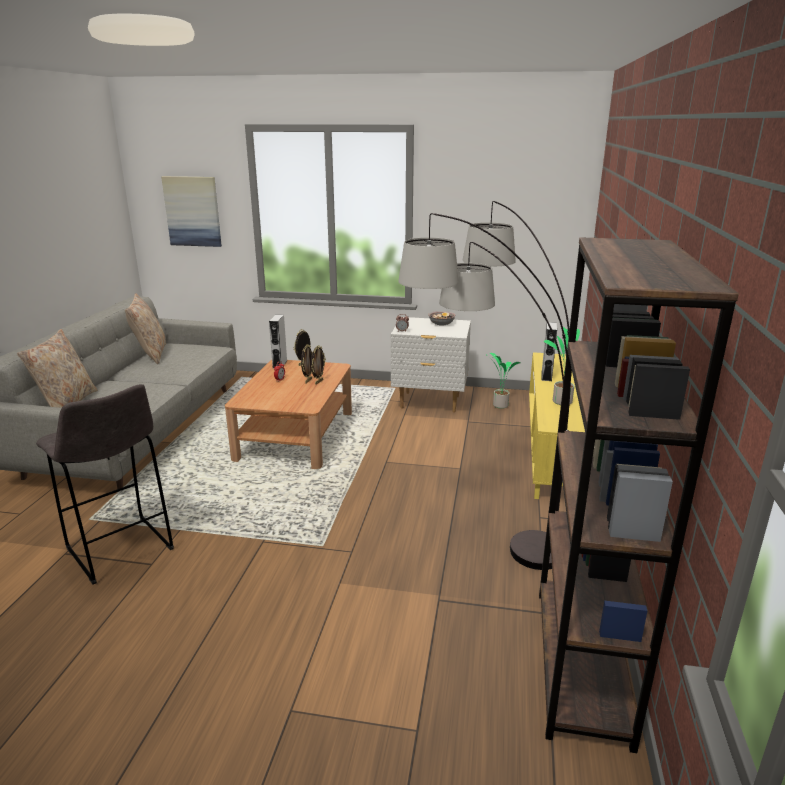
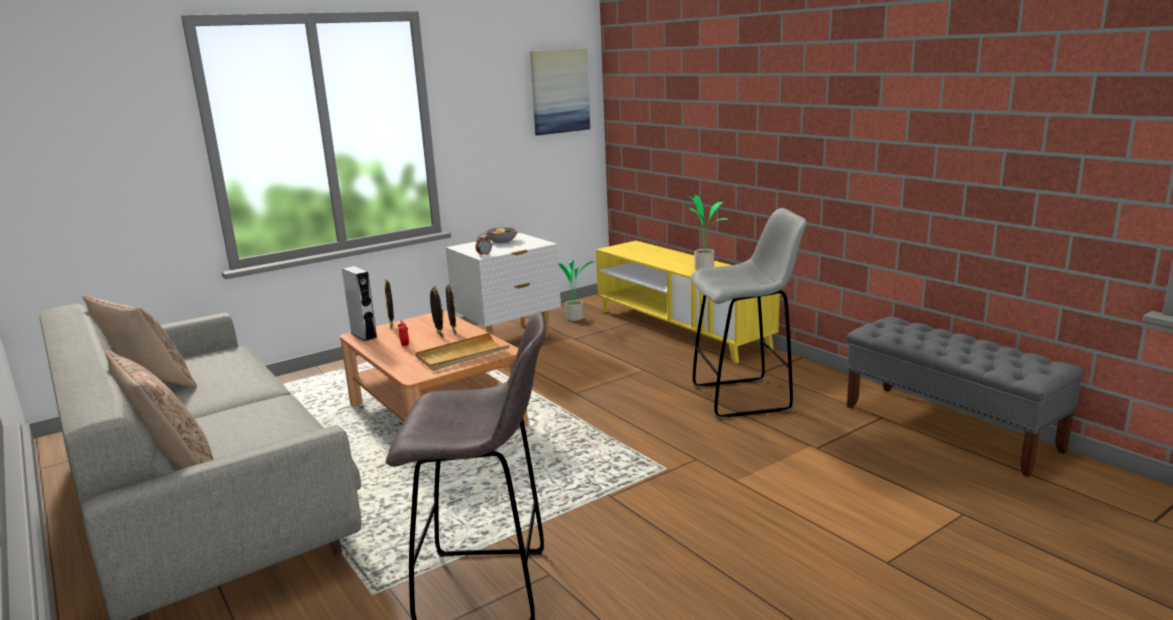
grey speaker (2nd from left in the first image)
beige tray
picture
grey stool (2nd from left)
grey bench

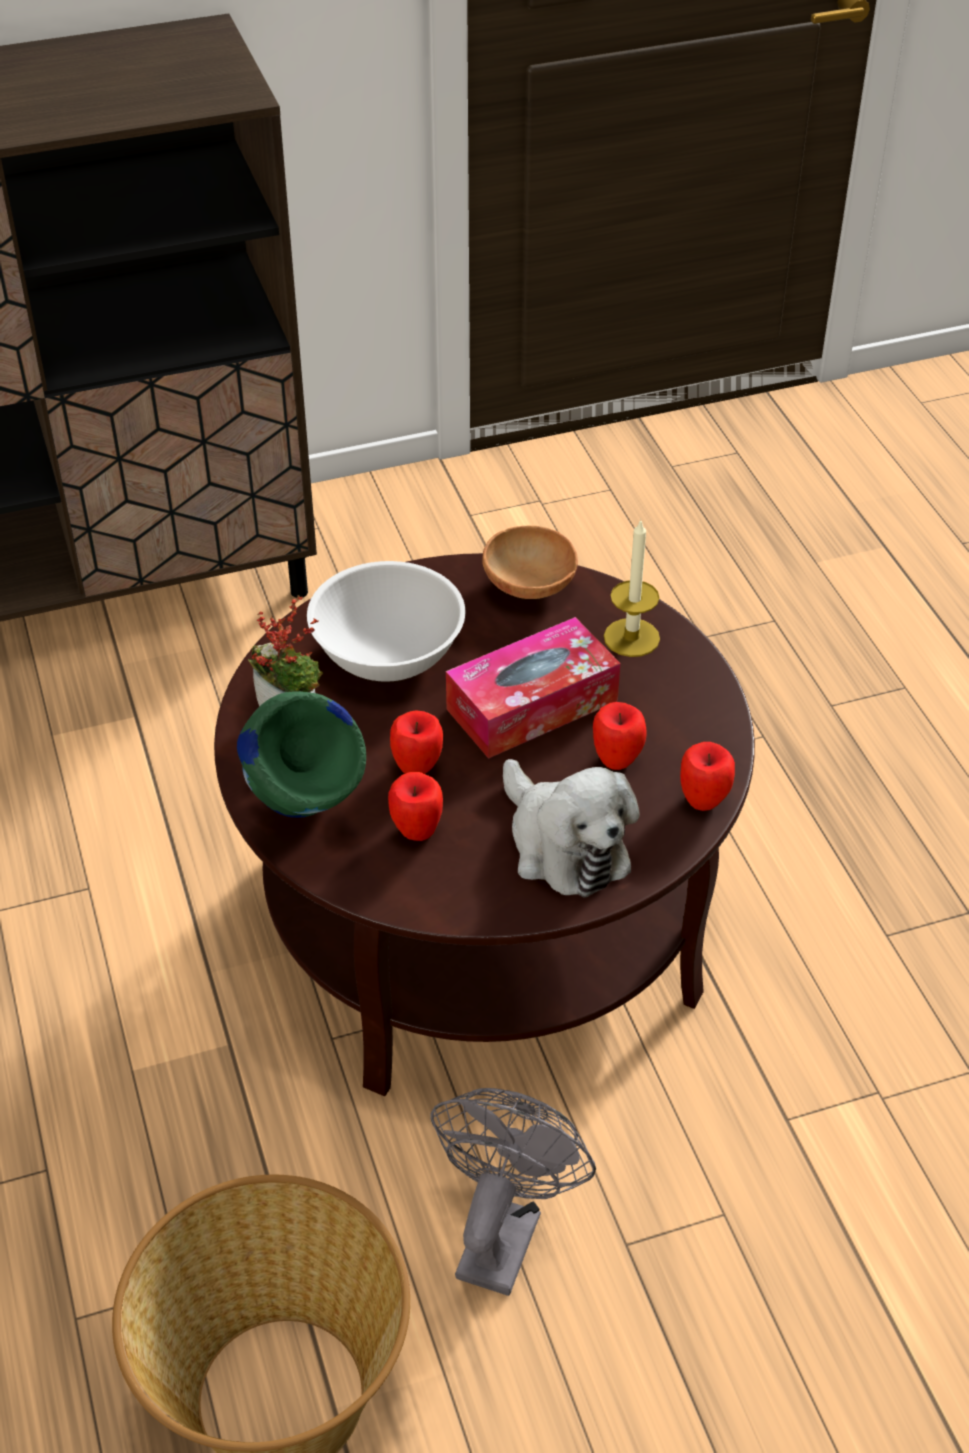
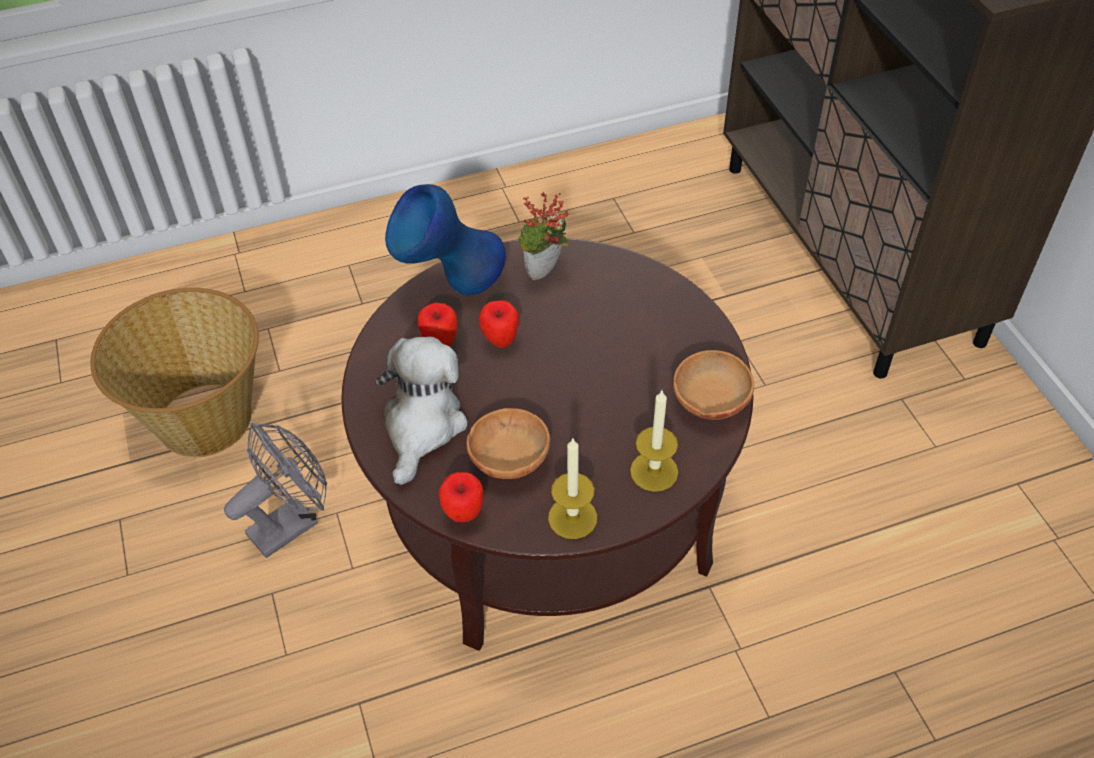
white bowl
tissue box
candle (1st from left)
brown bowl (1st from left)
blue vase
grey fan
plush toy

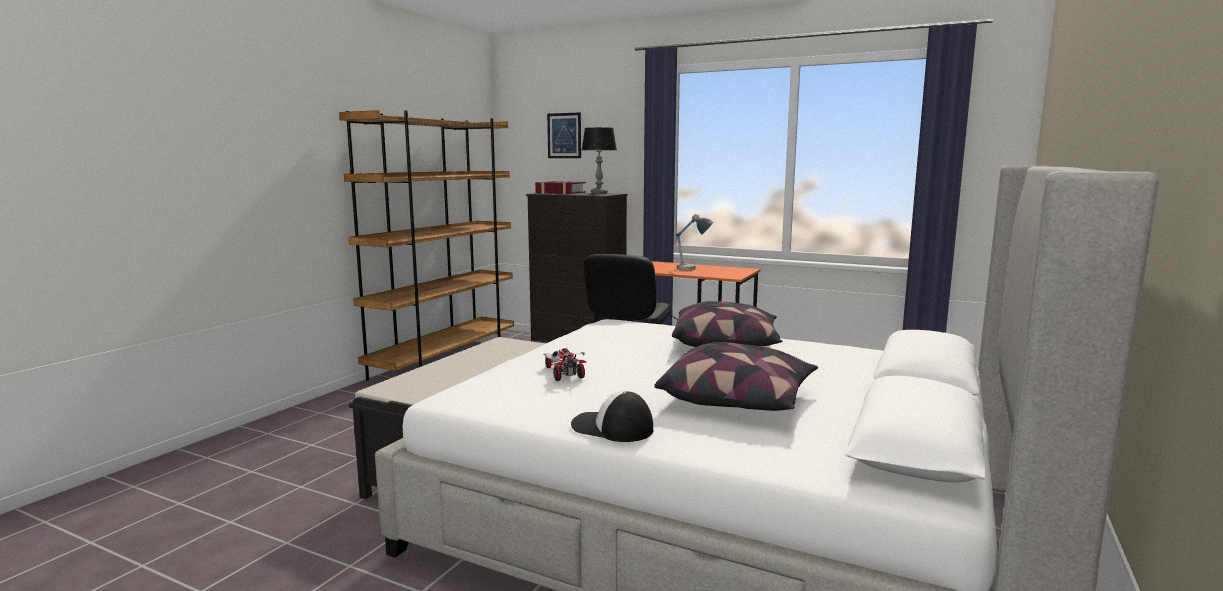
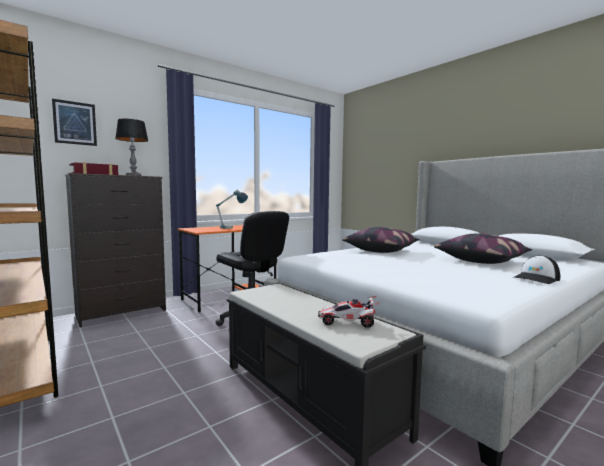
toy car

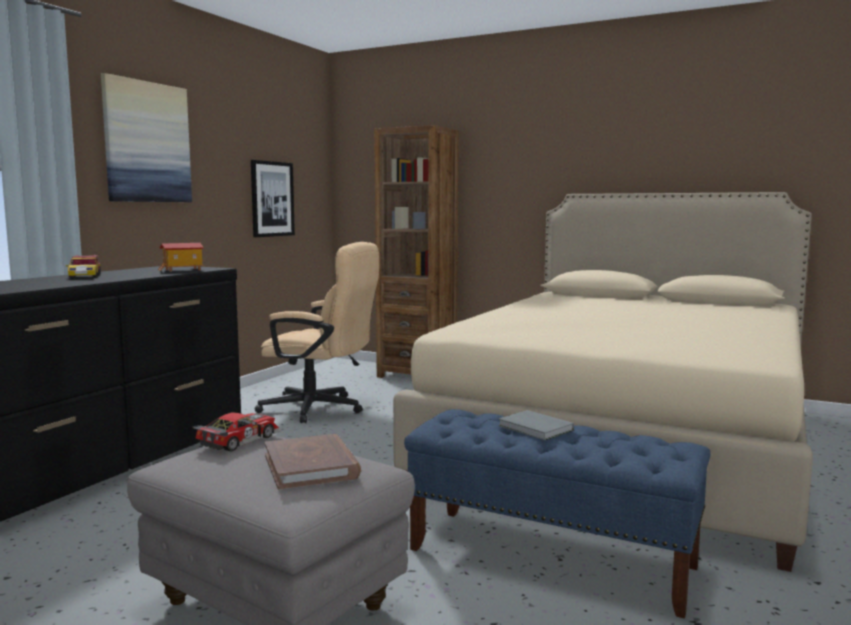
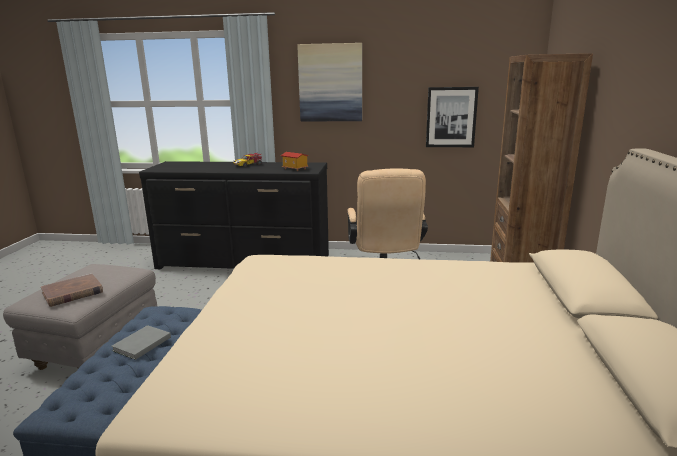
toy car (2nd from left in the first image)

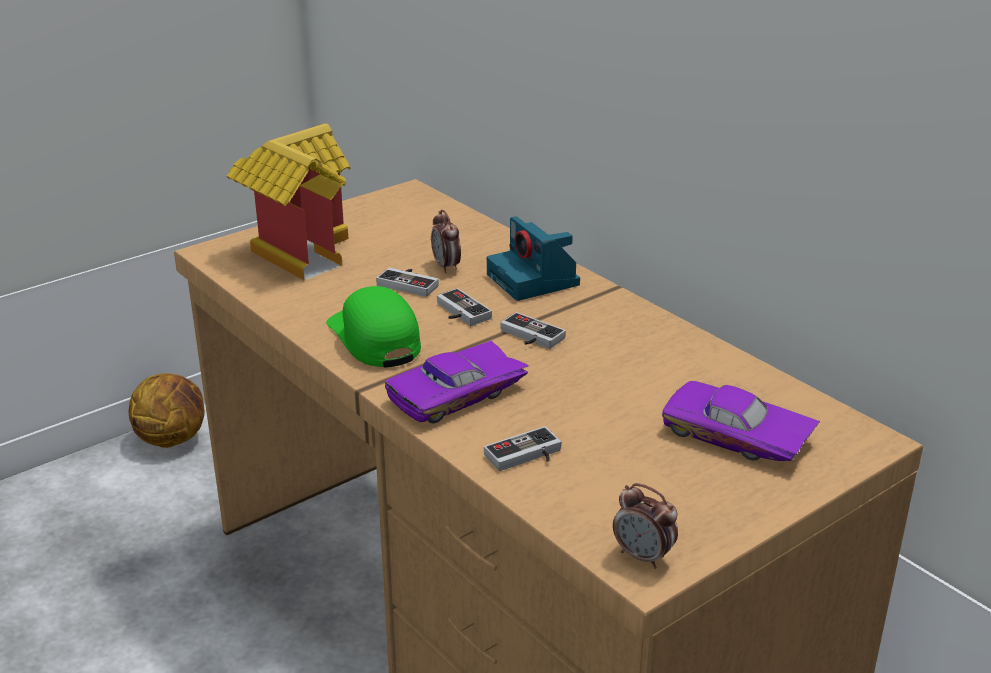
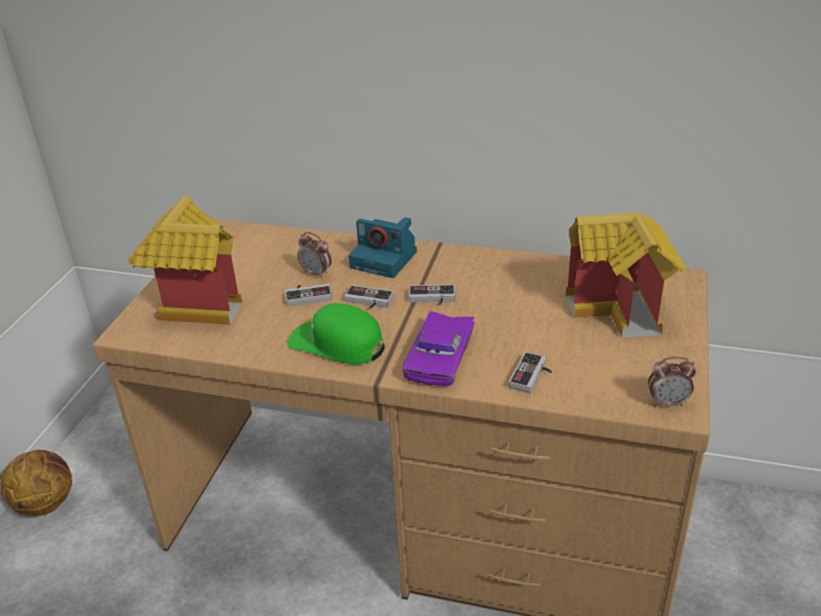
toy house (2nd from left)

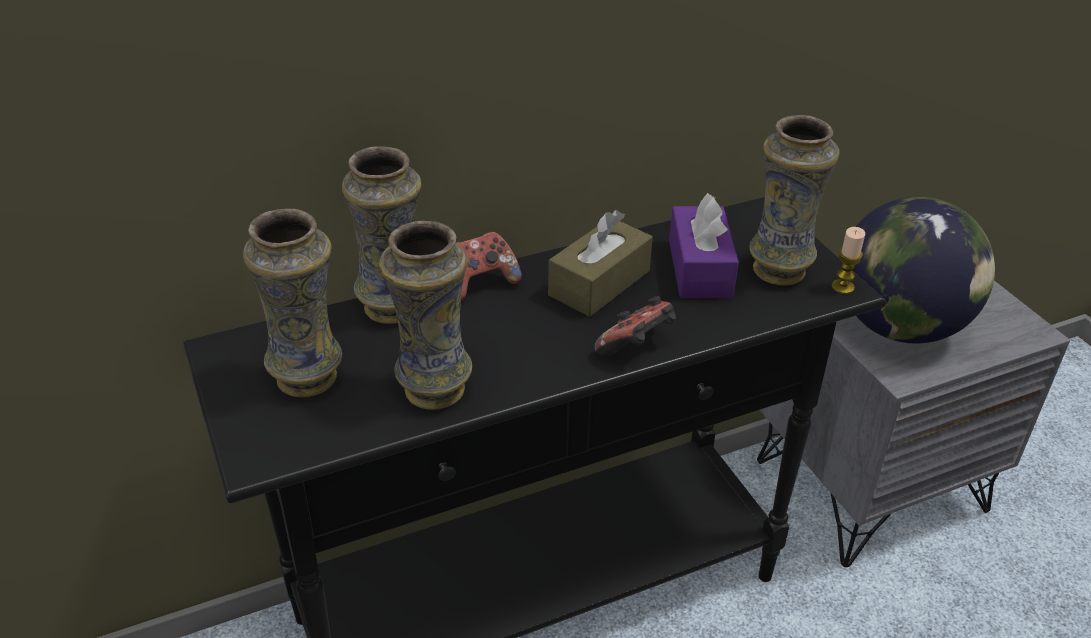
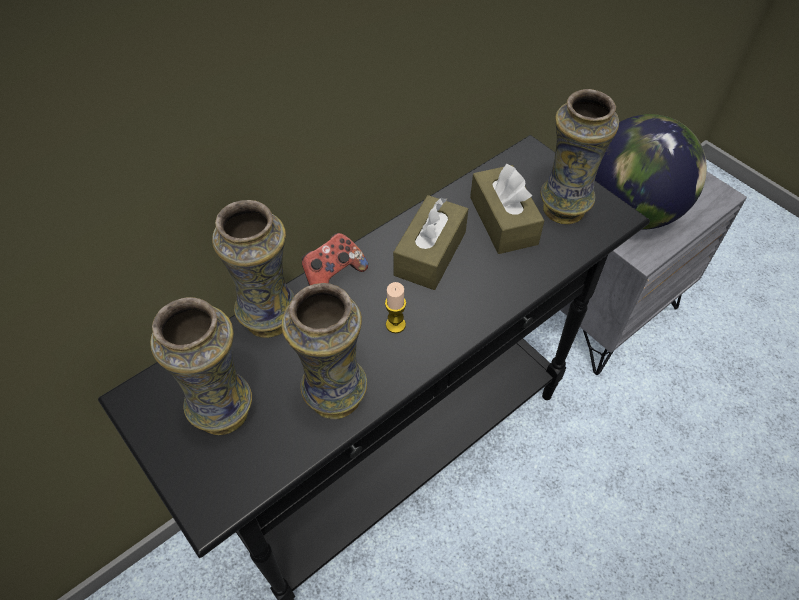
game controller (2nd from left in the first image)
candle
brown tissue box (2nd from left)

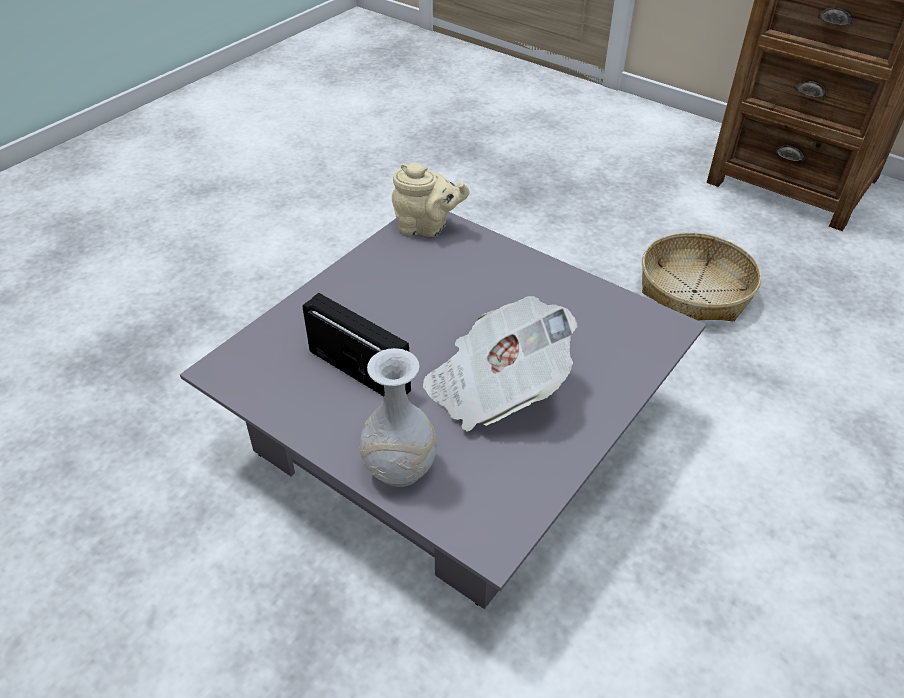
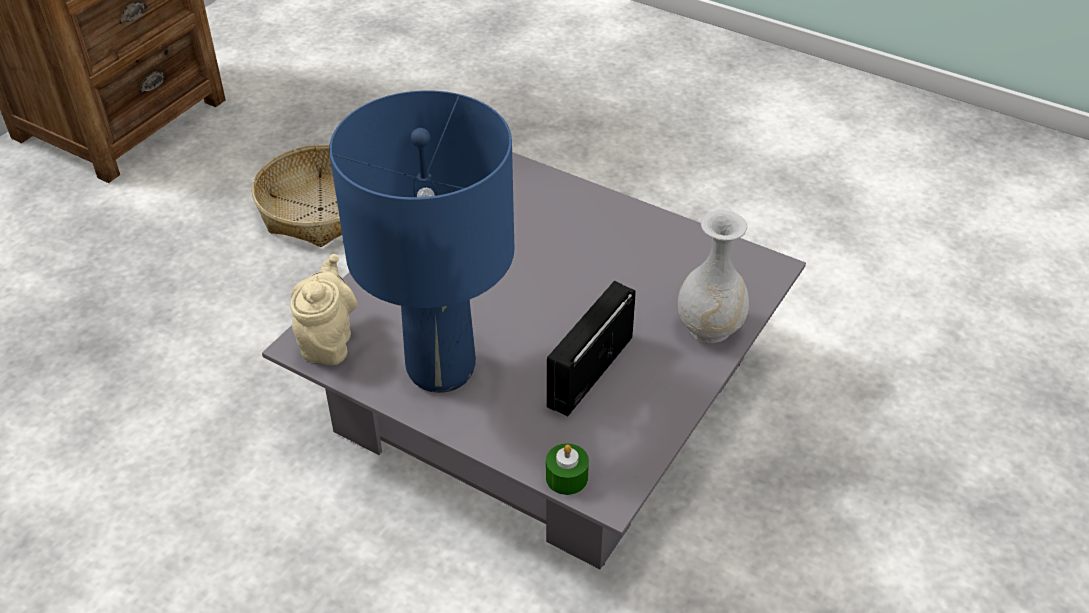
newspaper
blue table lamp
green candle

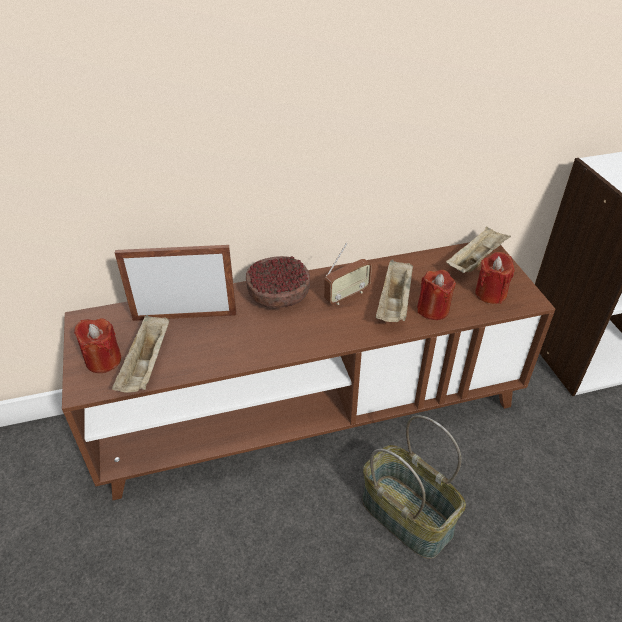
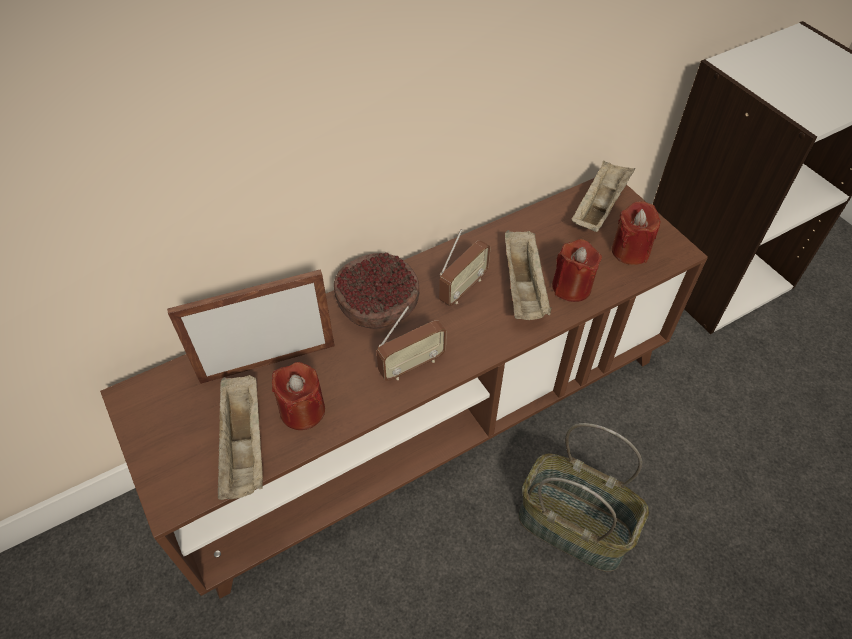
radio (1st from left)
red candle (1st from left)

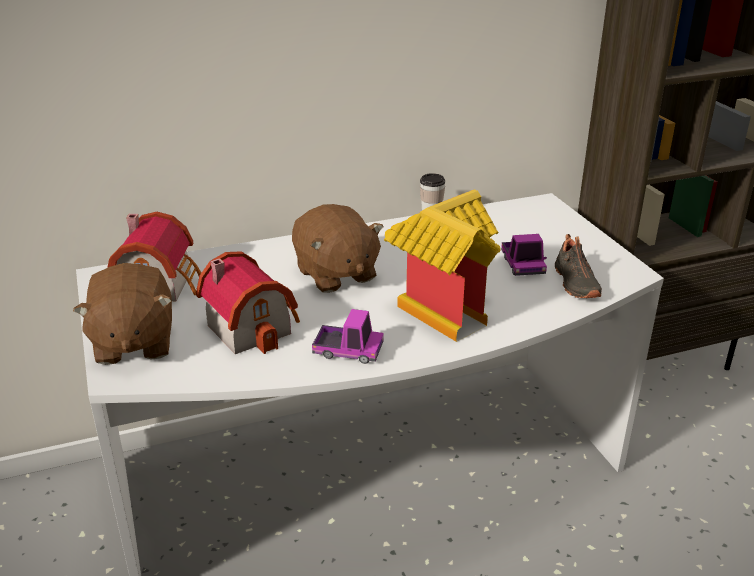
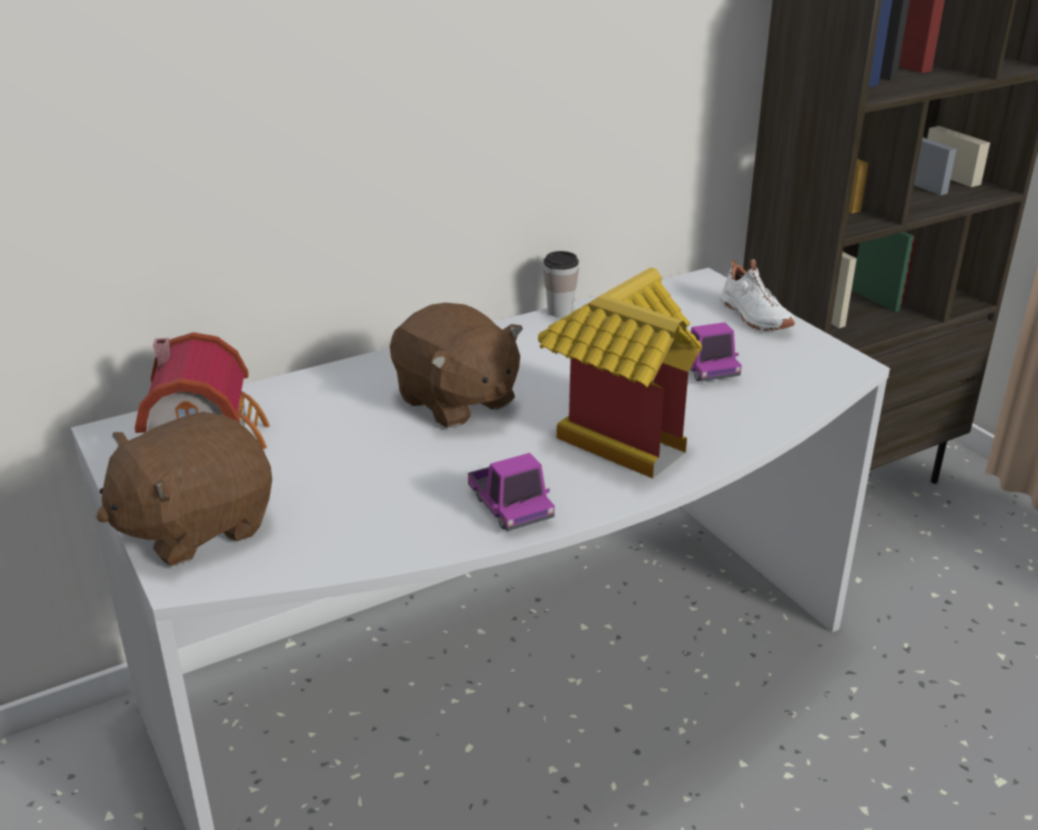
toy house (2nd from left in the first image)
black shoe
white shoe
brown plush toy (1st from left)
toy truck (1st from left)

